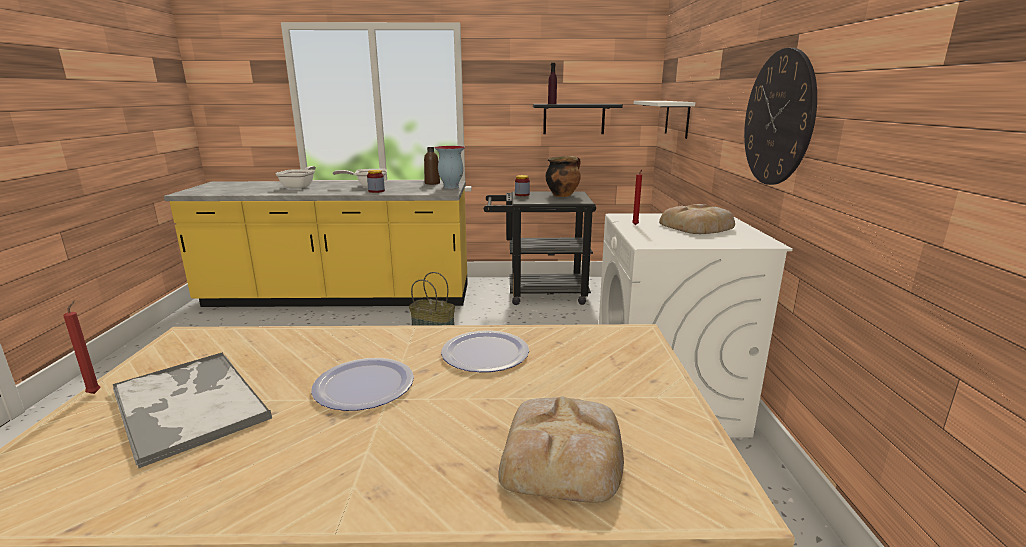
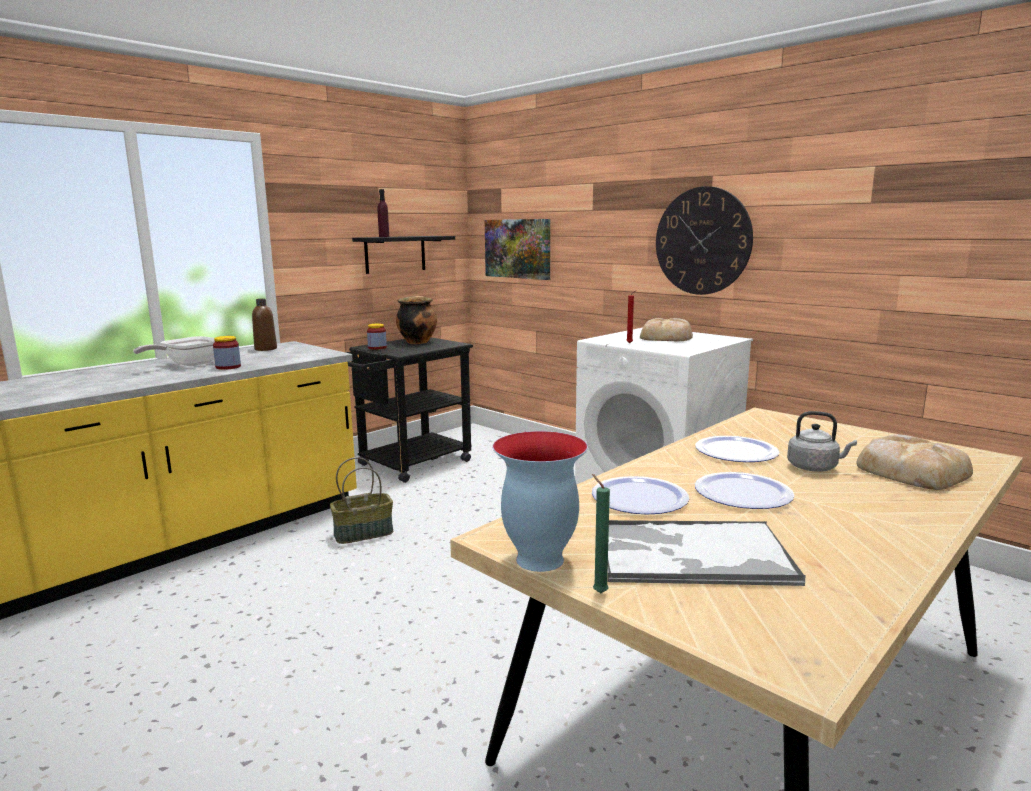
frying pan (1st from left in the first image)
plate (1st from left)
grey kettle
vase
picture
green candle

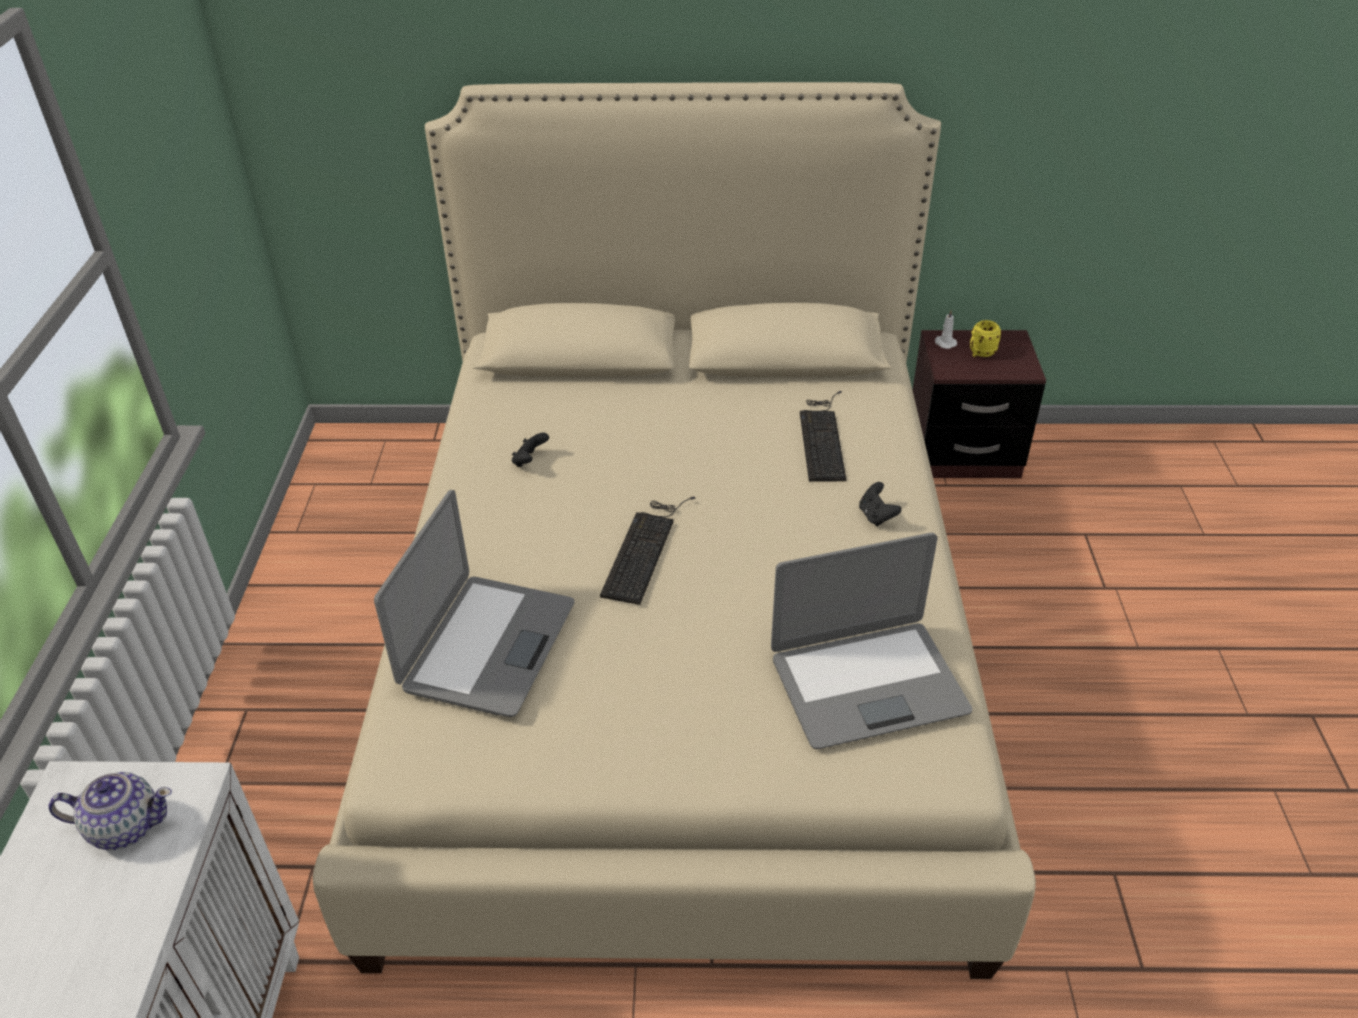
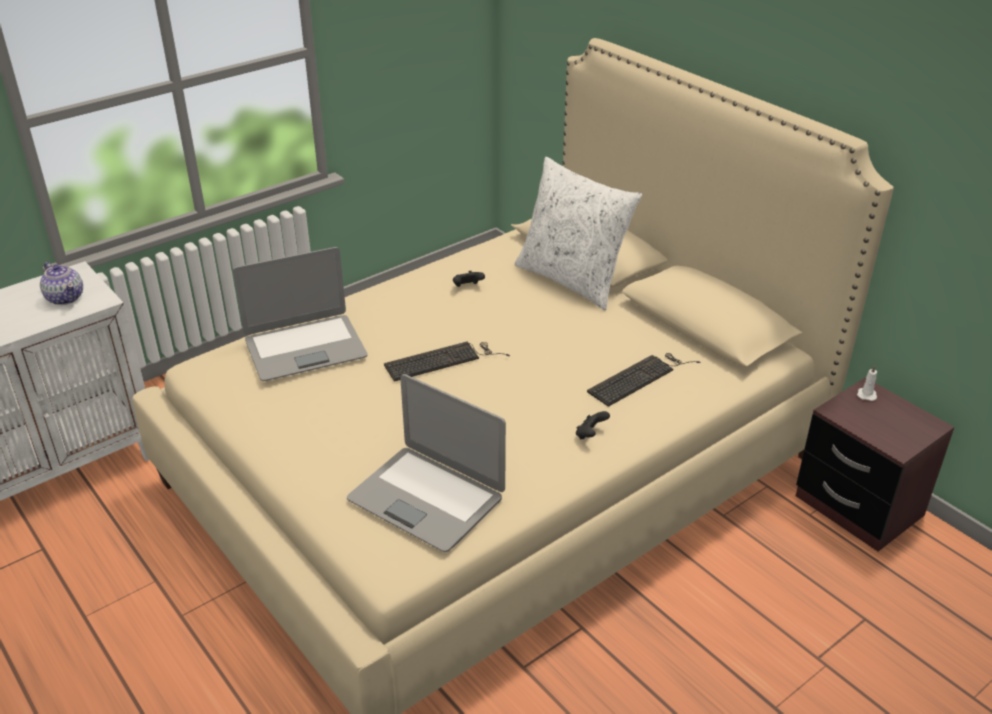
yellow mug
white pillow

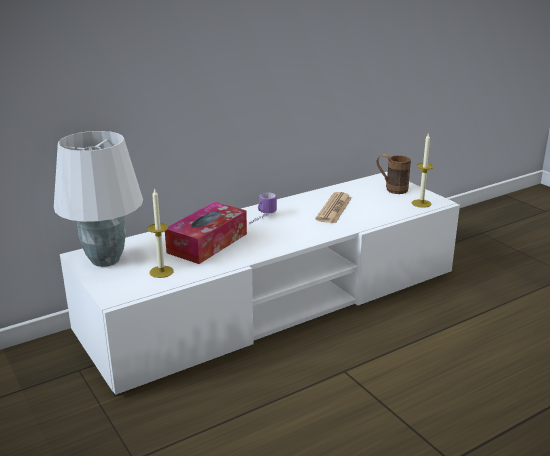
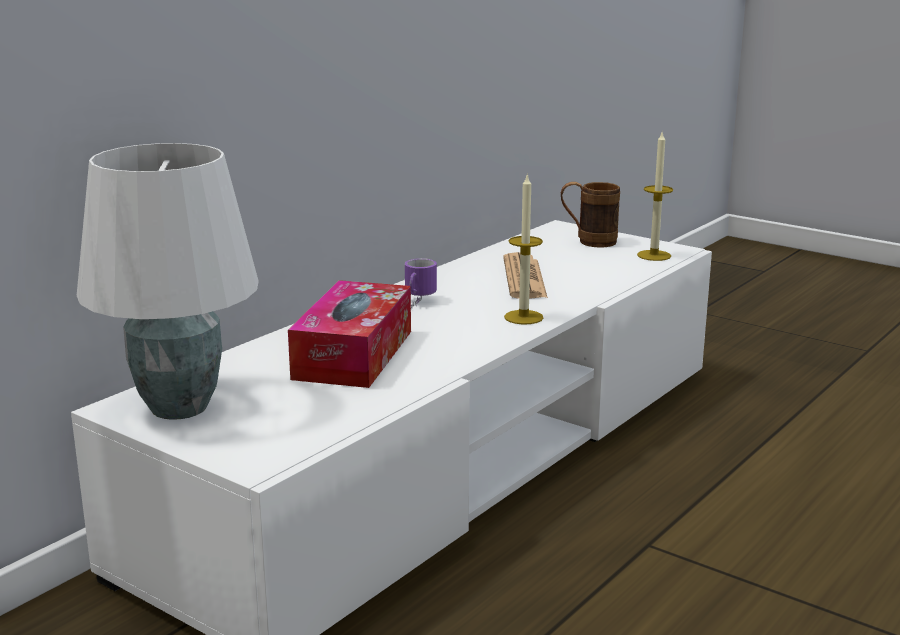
candle (1st from left)

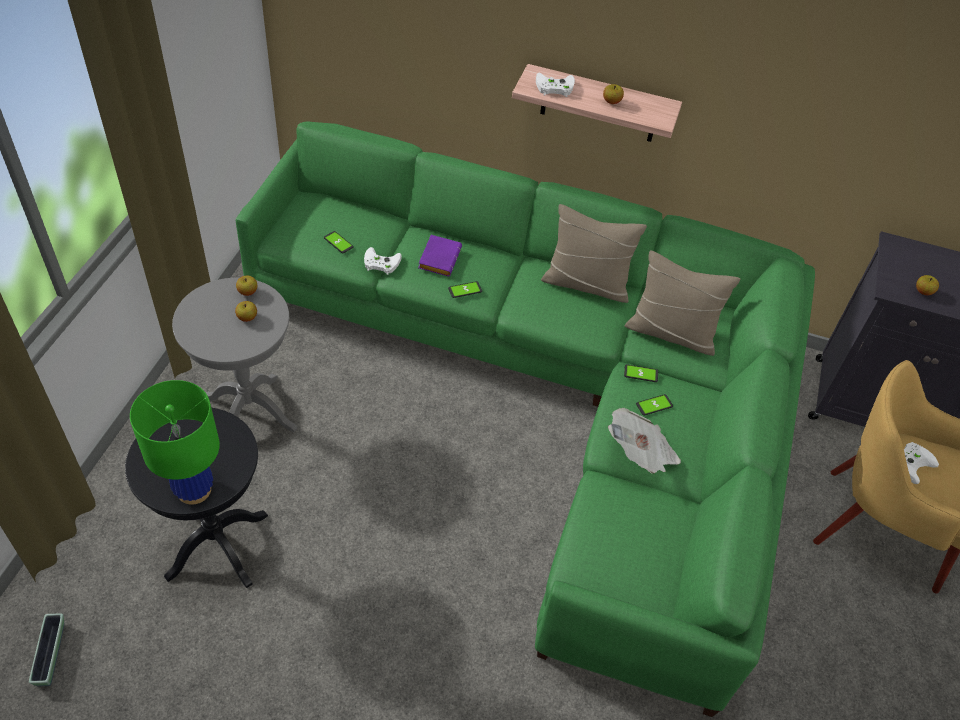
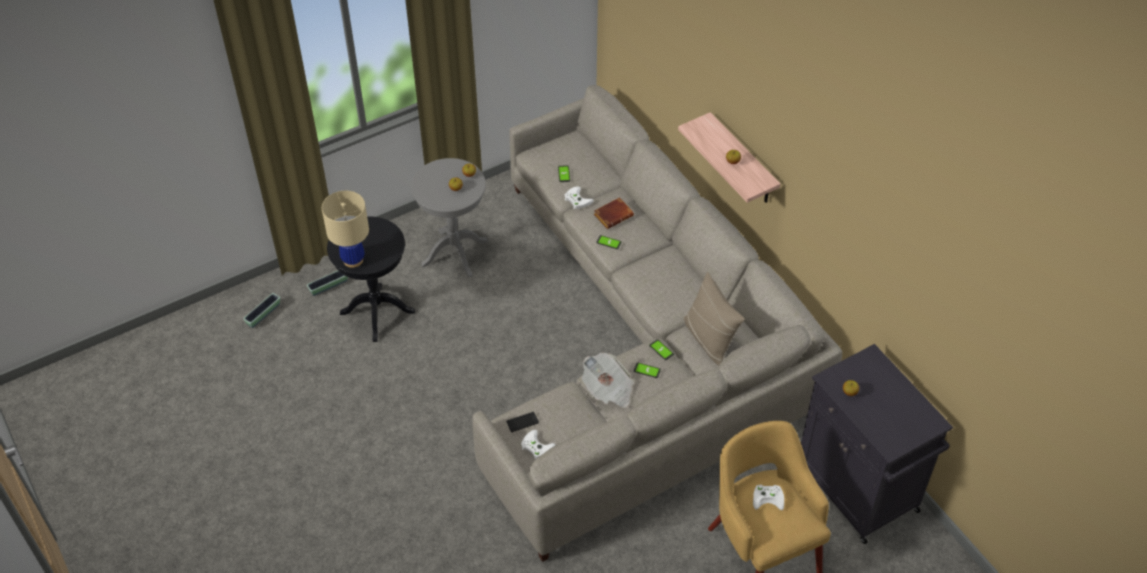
beige pillow (1st from left in the first image)
planter (2nd from left)
phone (1st from left)
white game controller (1st from left)
beige table lamp
grey sofa
brown book

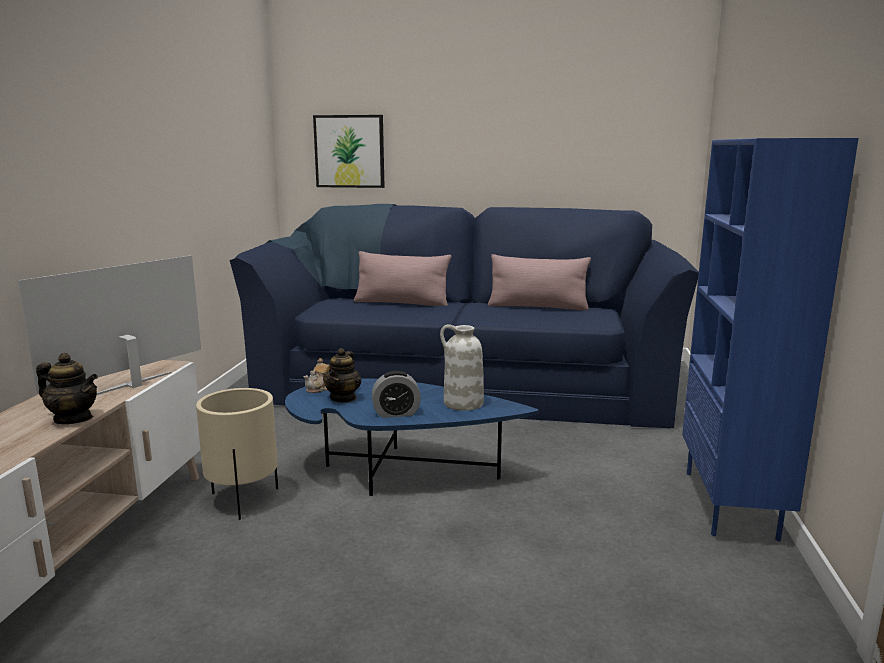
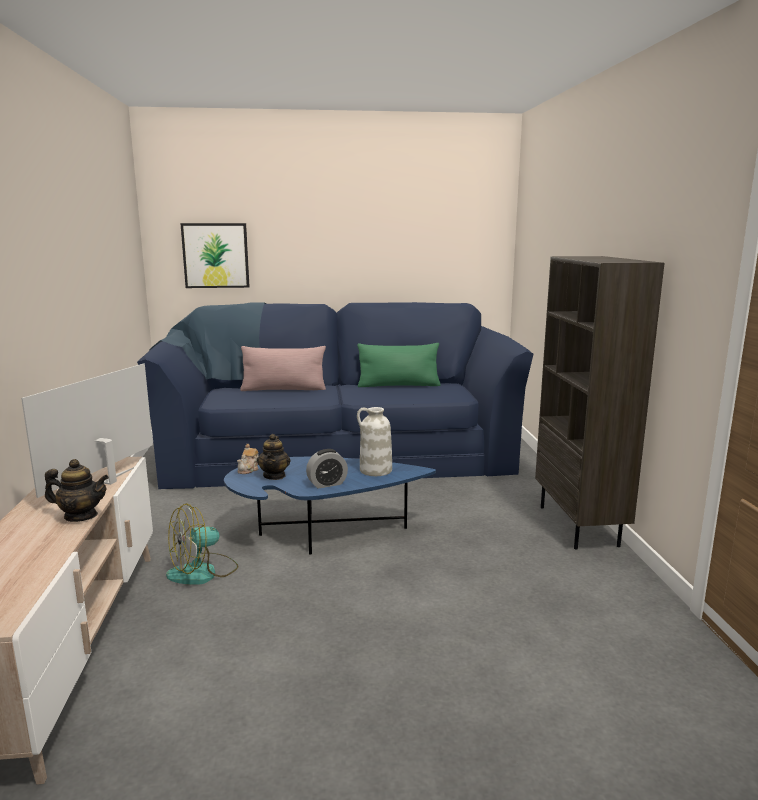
fan
green pillow
brown bookcase

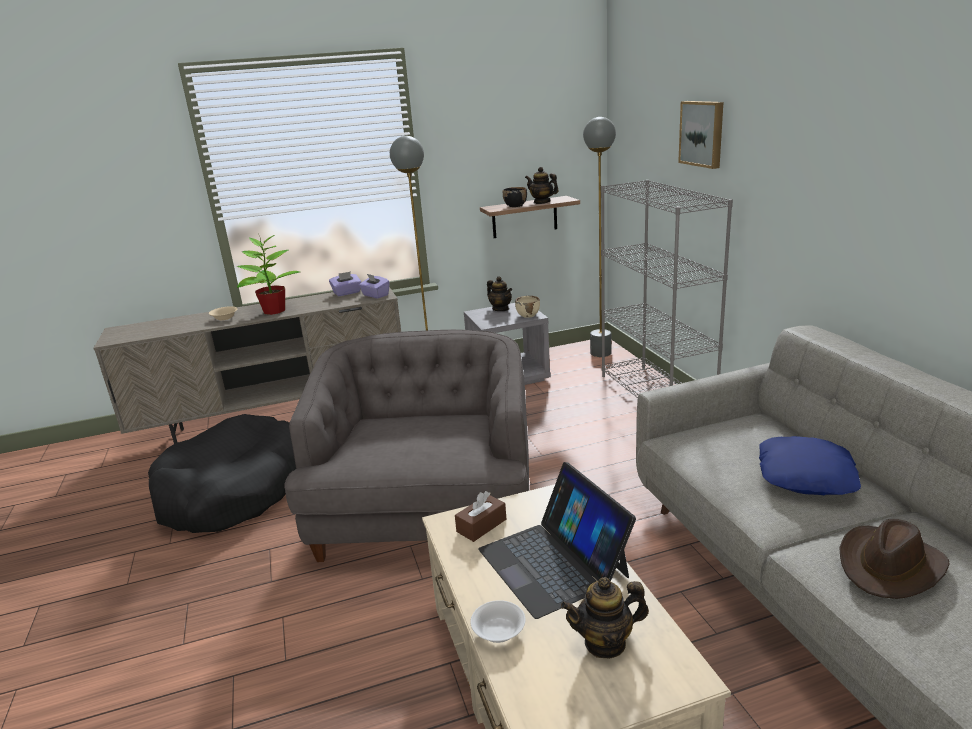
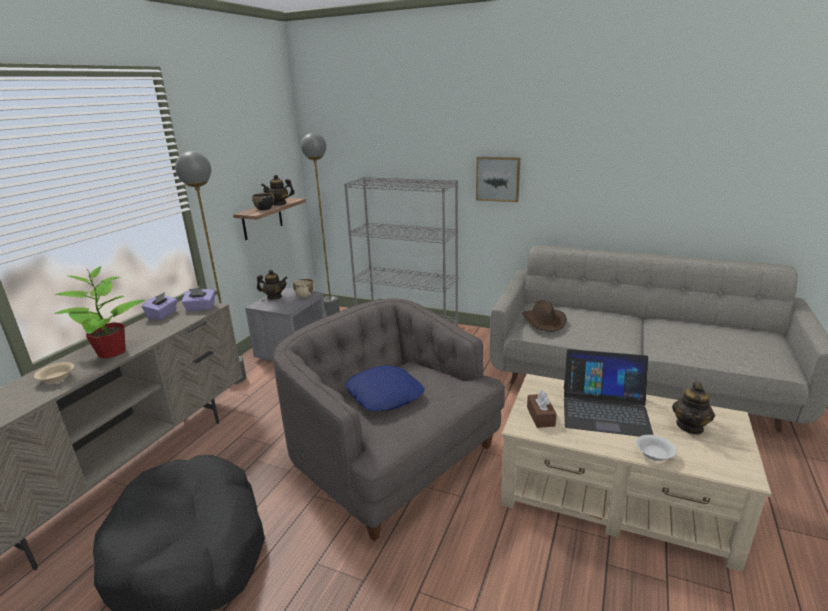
picture
blue pillow
brown hat

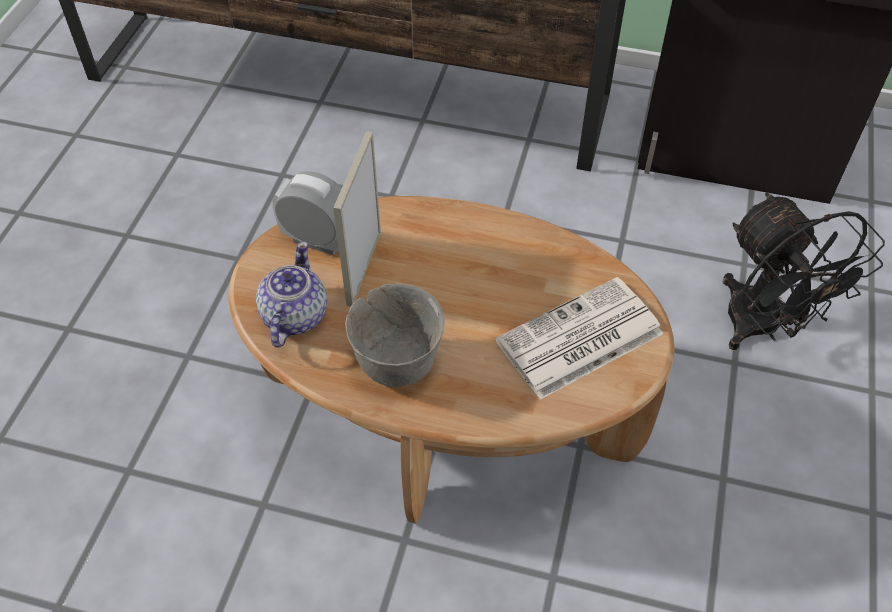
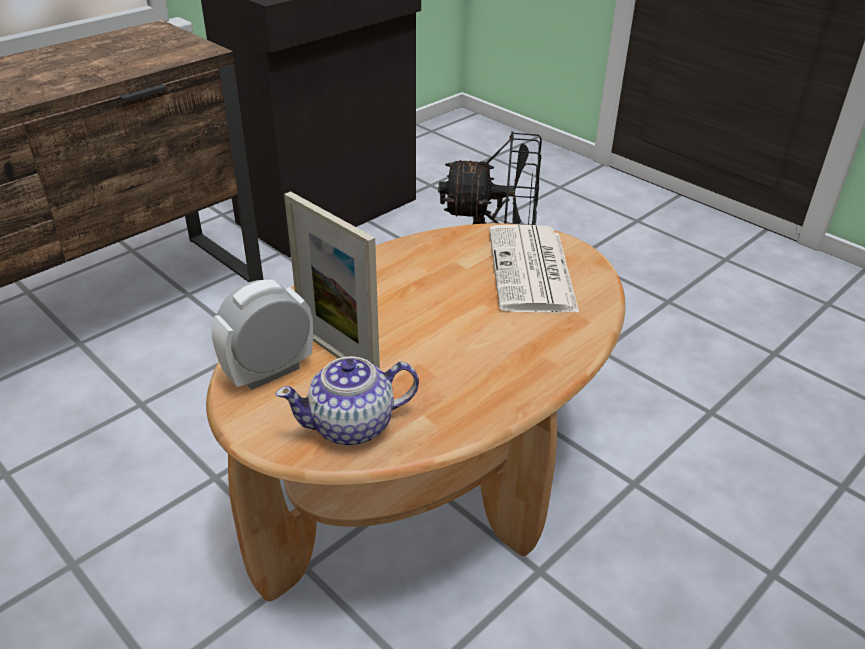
grey bowl
teapot

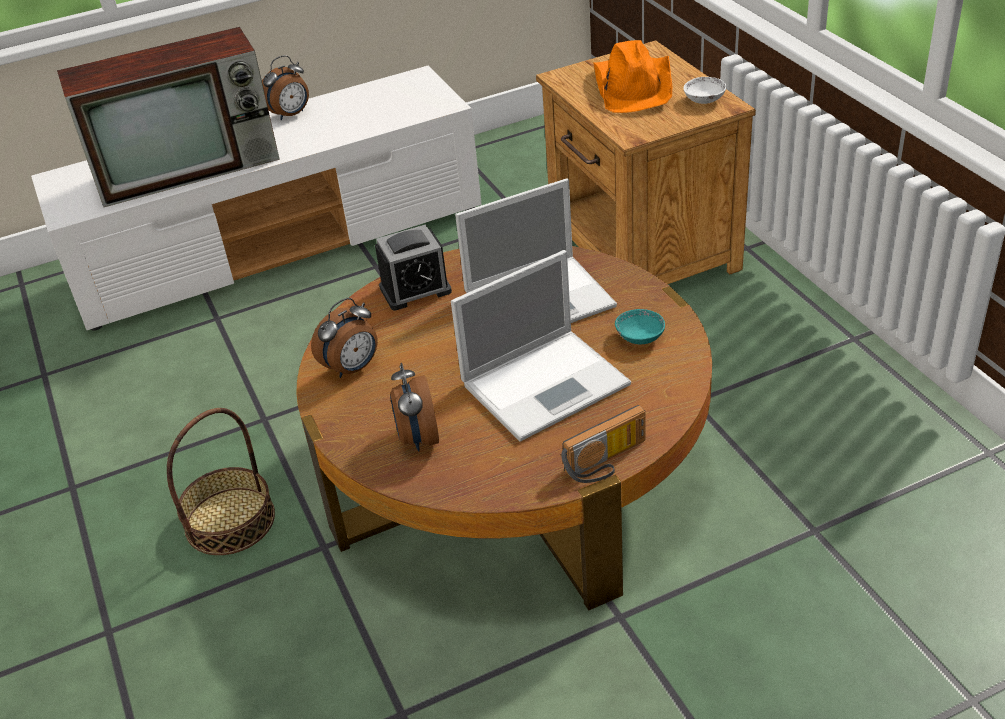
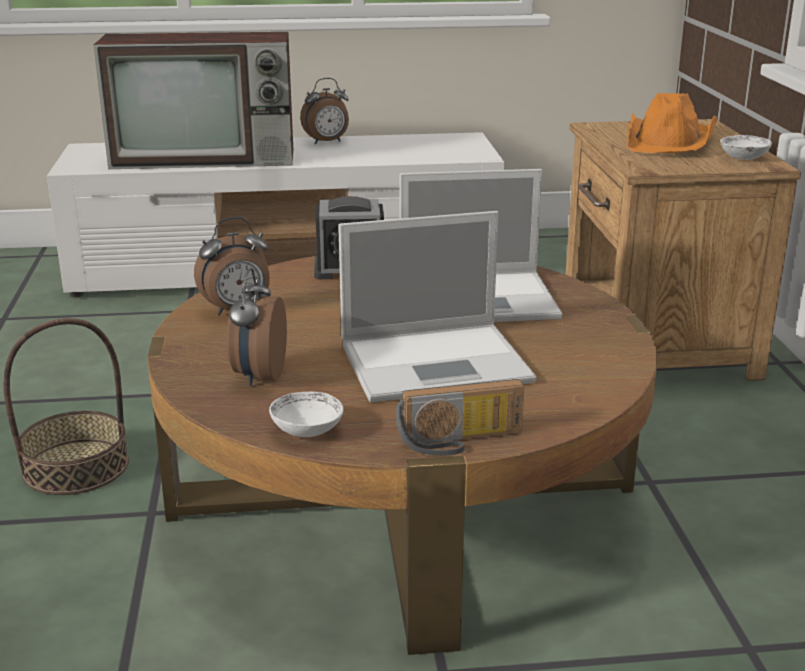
turquoise bowl
white bowl (1st from left)

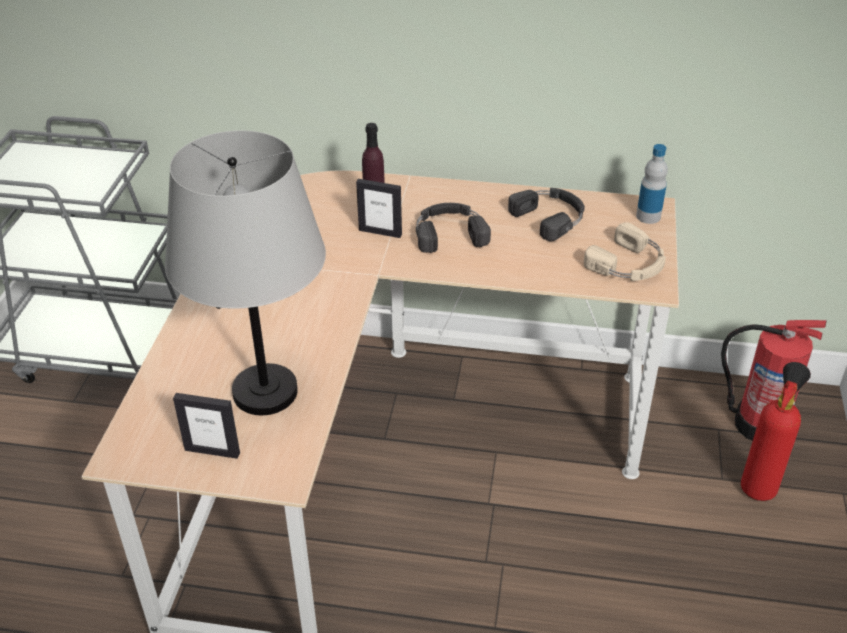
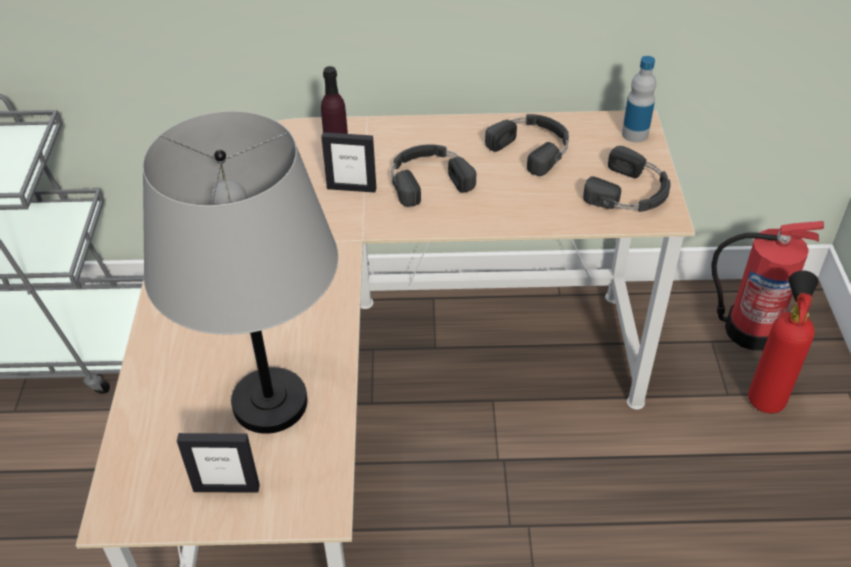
black headphones (3rd from left)

